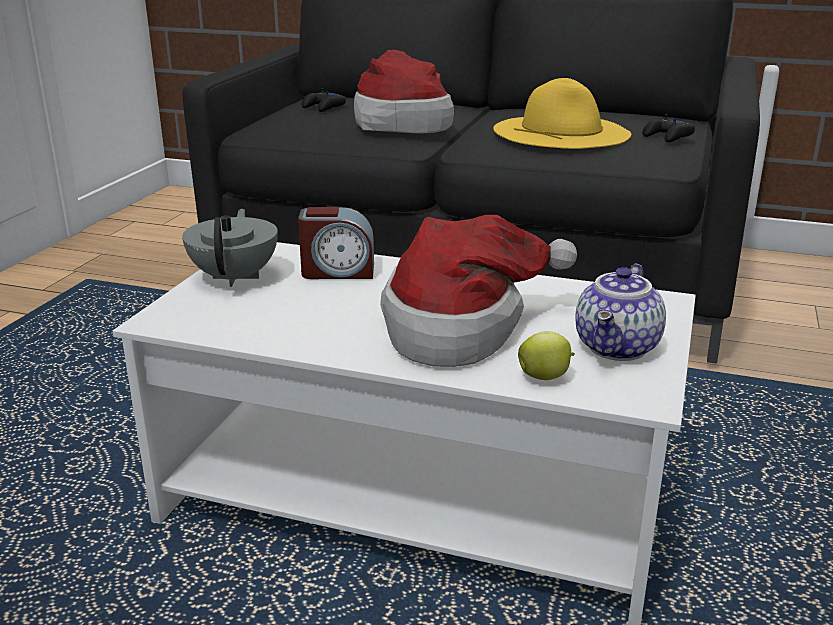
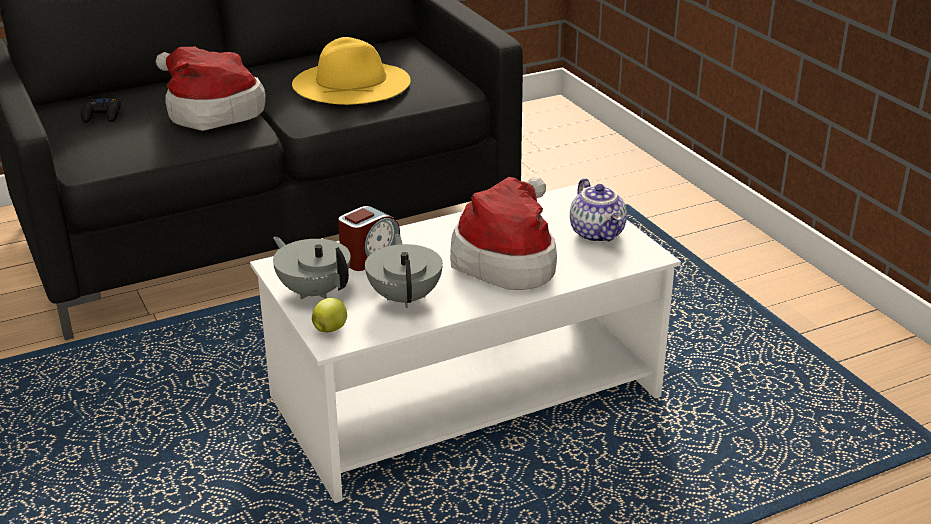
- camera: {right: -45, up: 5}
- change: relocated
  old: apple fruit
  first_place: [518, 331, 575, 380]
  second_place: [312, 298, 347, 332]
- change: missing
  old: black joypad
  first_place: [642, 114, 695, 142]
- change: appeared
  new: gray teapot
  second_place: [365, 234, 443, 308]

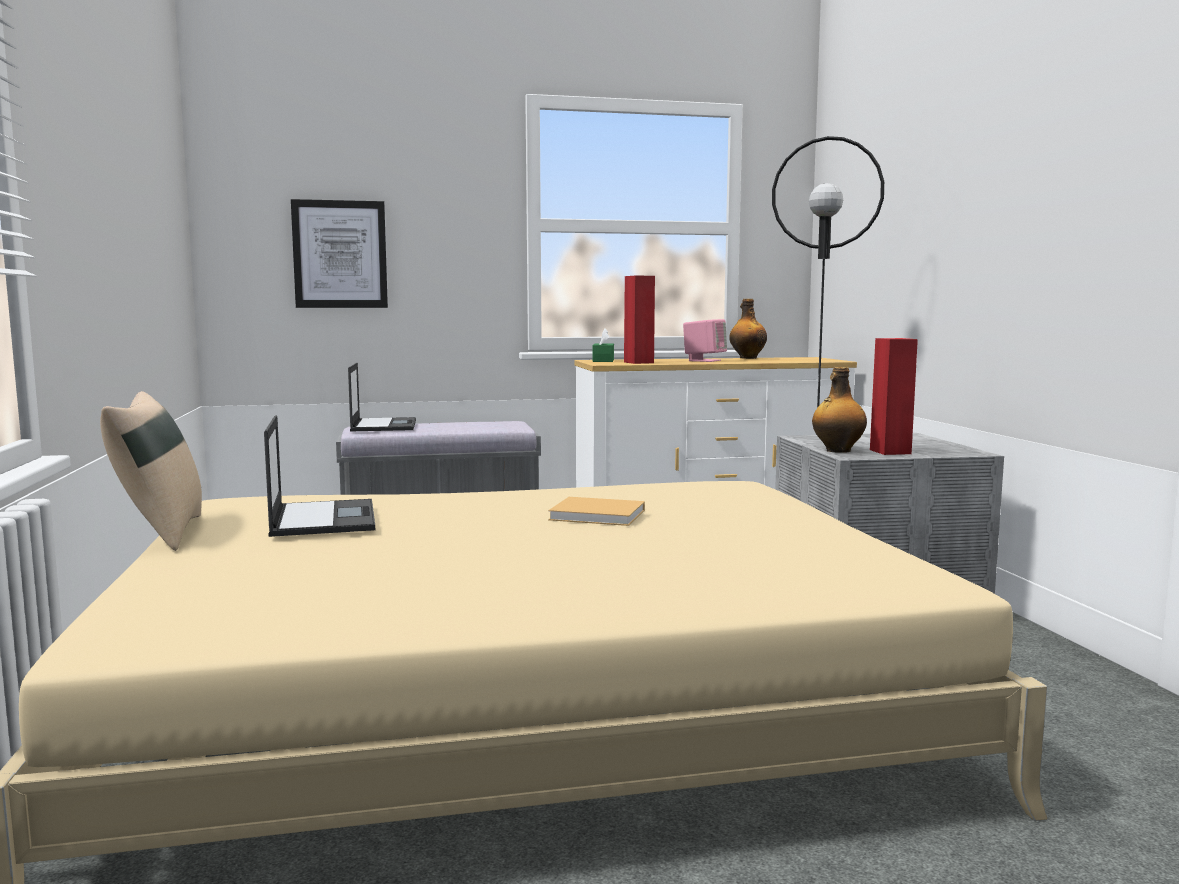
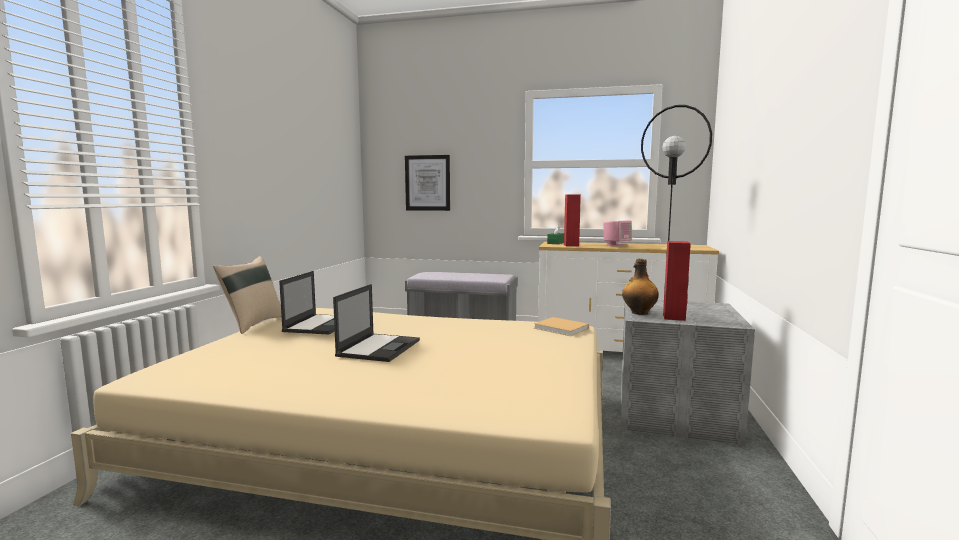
- camera: {right: 25, up: 0}
- change: relocated
  old: notebook computer
  first_place: [348, 363, 416, 431]
  second_place: [333, 284, 420, 362]
- change: relocated
  old: beige-coloured bound book
  first_place: [548, 497, 645, 526]
  second_place: [534, 317, 589, 336]
- change: missing
  old: drink bottle
  first_place: [729, 299, 767, 359]

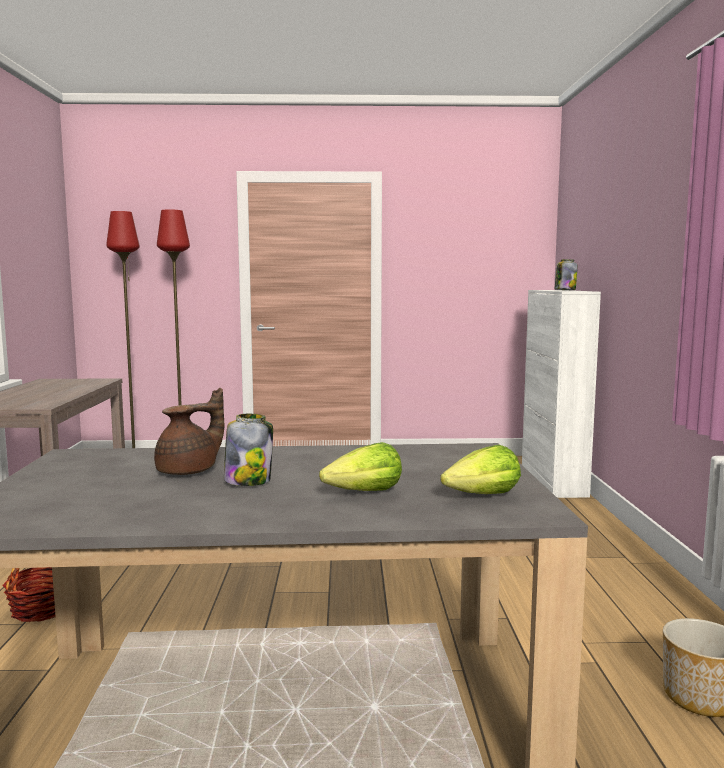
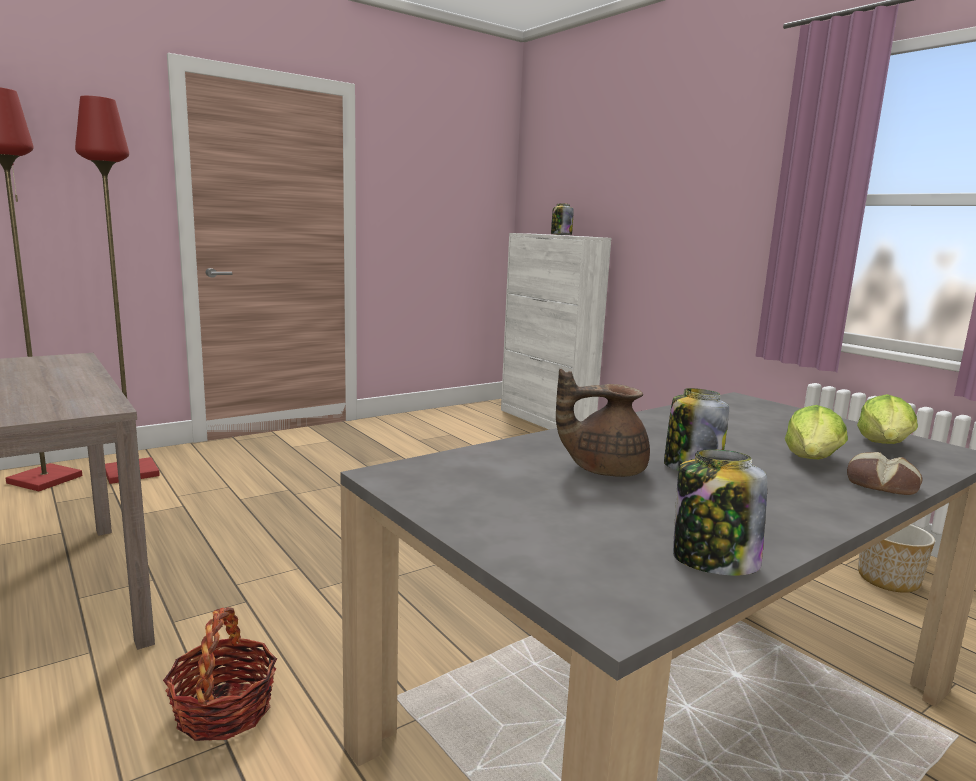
- camera: {right: -35, up: 5}
- change: spun
  old: brown-coloured teapot
  first_place: [154, 388, 224, 475]
  second_place: [556, 369, 650, 477]
  degrees: -105
- change: appeared
  new: storage jar
  second_place: [673, 449, 767, 575]
- change: appeared
  new: bakery bread
  second_place: [847, 452, 922, 495]

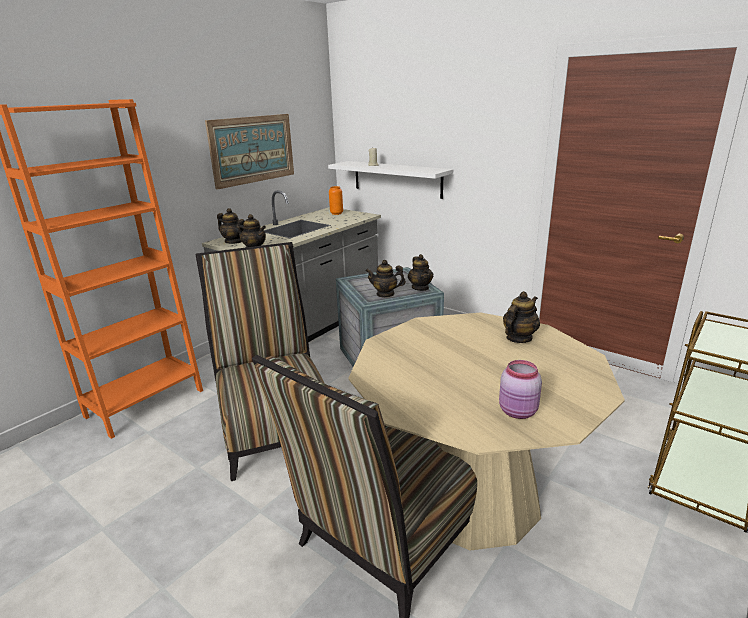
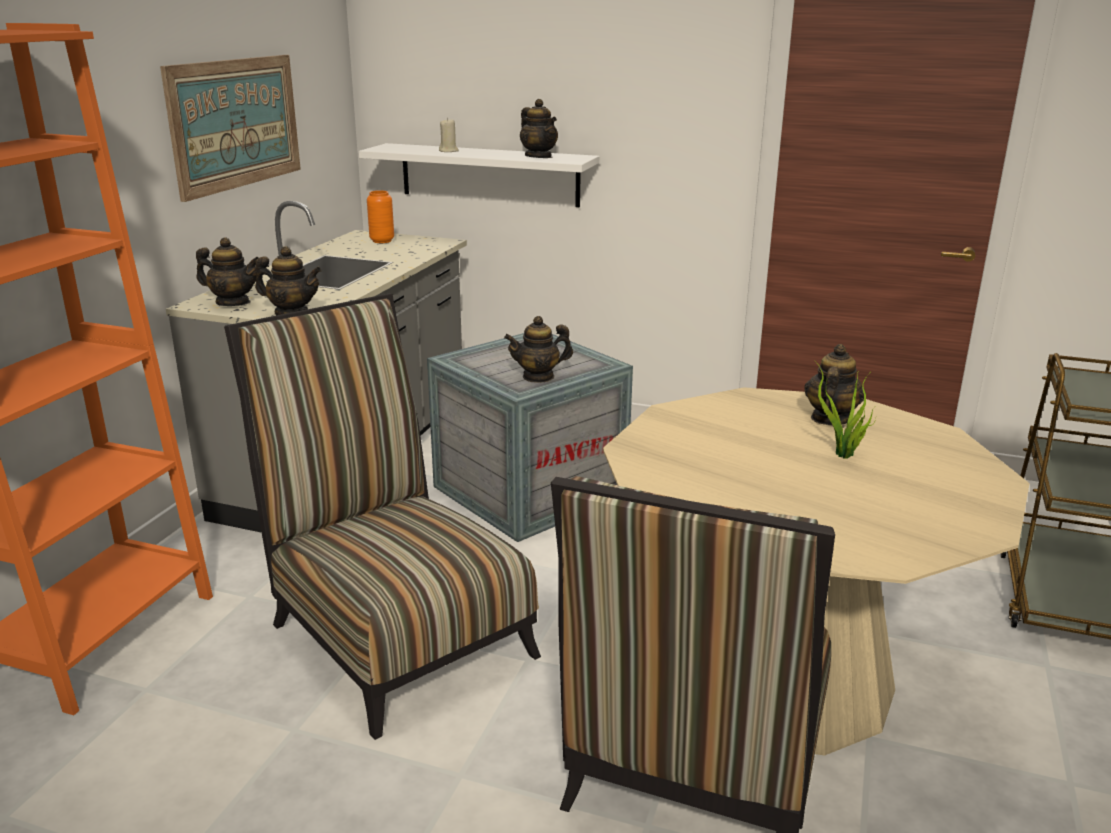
- camera: {right: -20, up: 0}
- change: relocated
  old: teapot
  first_place: [408, 254, 434, 291]
  second_place: [520, 99, 558, 158]
- change: missing
  old: pink storage jar
  first_place: [499, 360, 542, 419]
- change: appeared
  new: plant in a pot
  second_place: [814, 360, 876, 458]

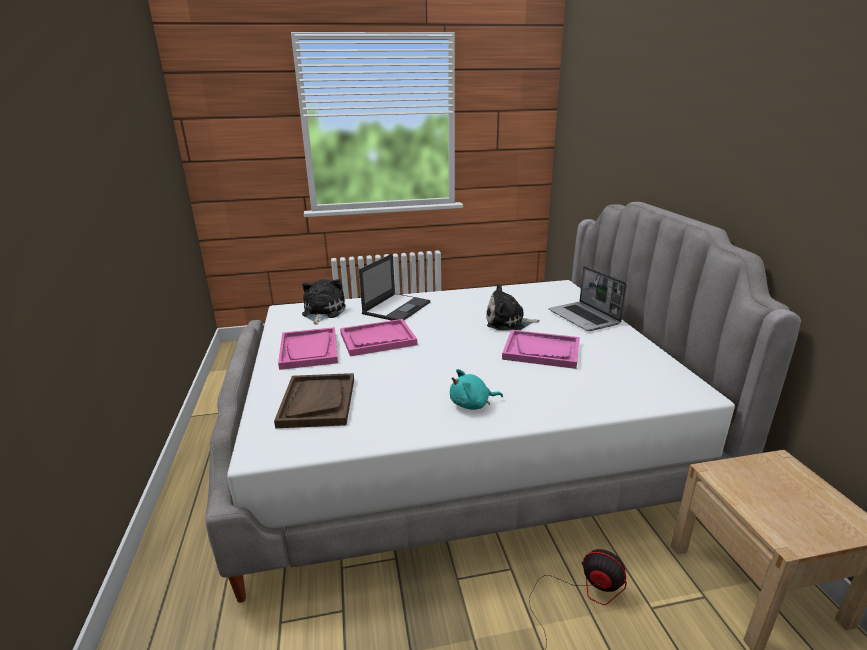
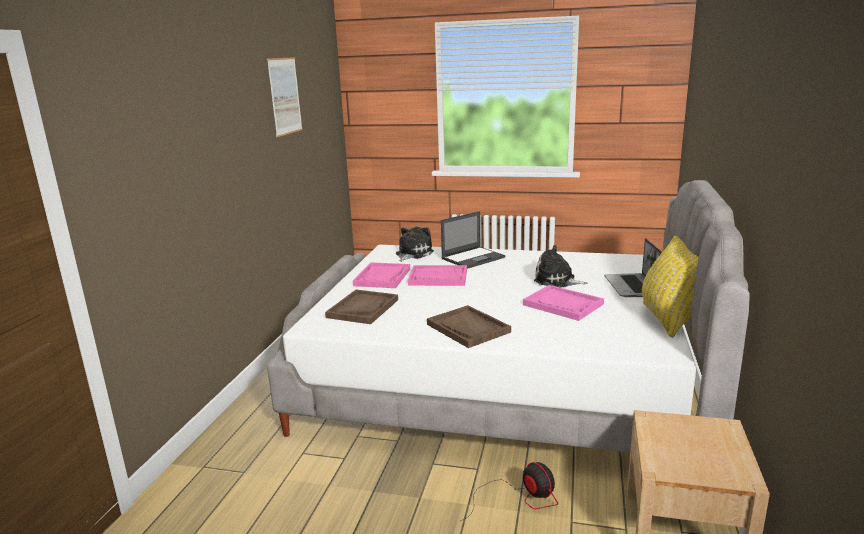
- camera: {right: 25, up: -5}
- change: exchanged
  old: turquoise cuddly toy
  new: brown-coloured carrying tray
  first_place: [450, 369, 503, 410]
  second_place: [427, 305, 511, 348]
- change: appeared
  new: wall art
  second_place: [267, 57, 303, 137]
- change: appeared
  new: yellow-coloured pillow
  second_place: [642, 235, 698, 338]

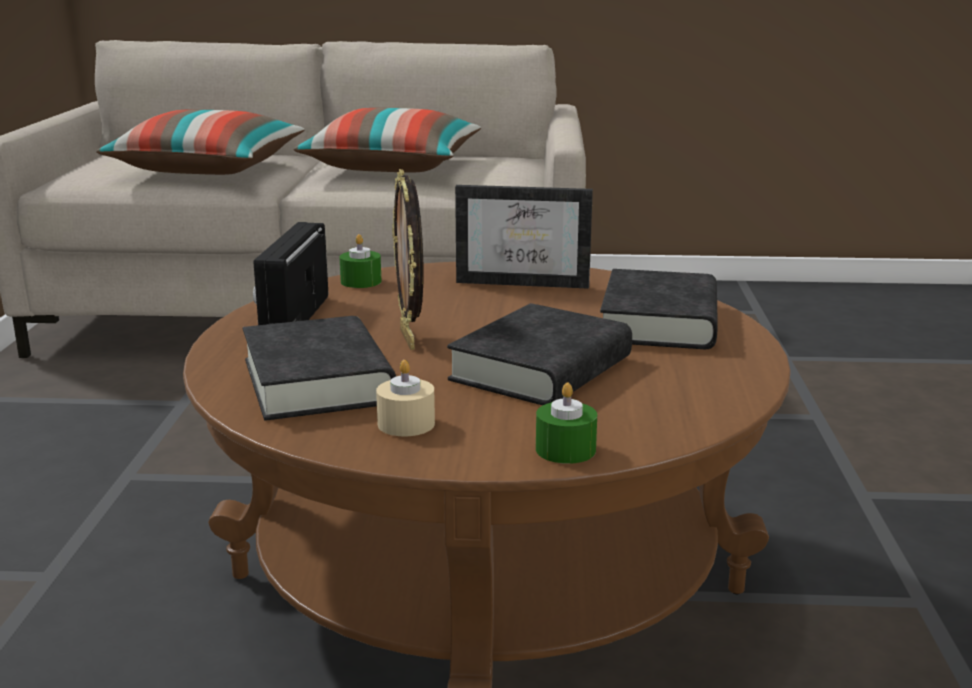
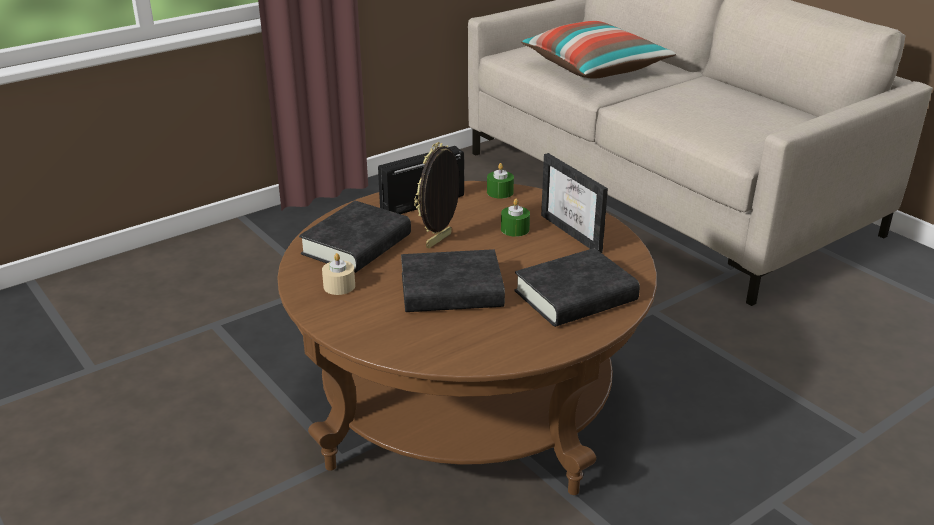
- camera: {right: 50, up: 10}
- change: missing
  old: pillow
  first_place: [294, 108, 481, 172]
- change: relocated
  old: greenish wax light
  first_place: [536, 383, 597, 464]
  second_place: [501, 199, 530, 237]

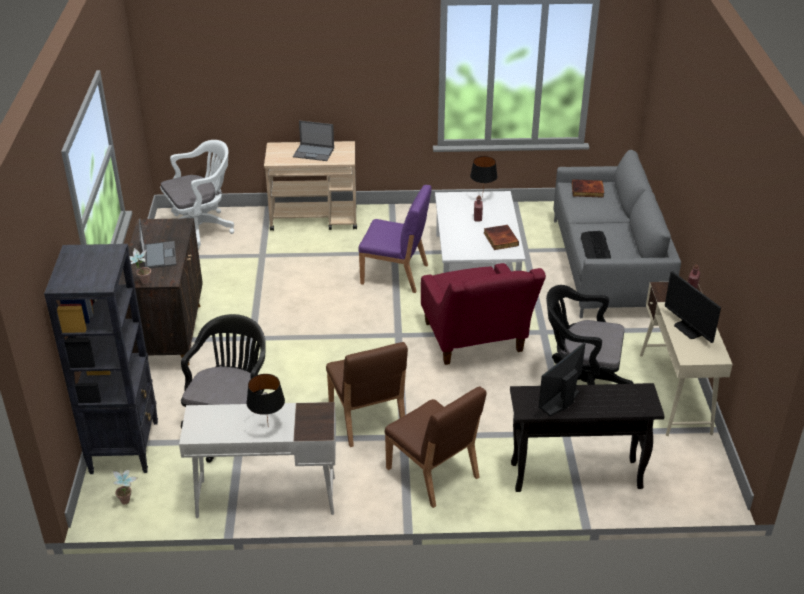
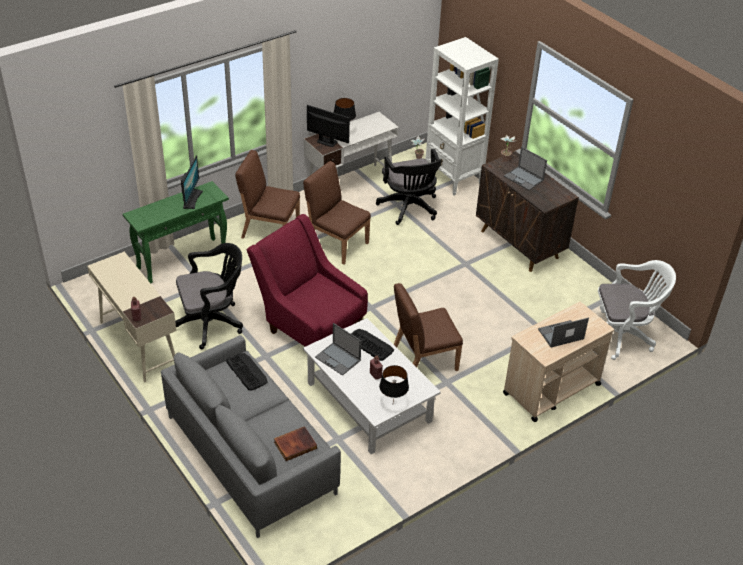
- camera: {right: 145, up: 5}
- change: colour
  old: black bookshelf
  new: whitish bookshelf
  first_place: [44, 244, 158, 474]
  second_place: [425, 37, 499, 195]
- change: spun
  old: whitish desk chair
  first_place: [160, 140, 234, 250]
  second_place: [598, 260, 676, 360]
  degrees: -120
- change: colour
  old: purple-coloured chair
  new: brown-coloured chair
  first_place: [358, 185, 432, 293]
  second_place: [394, 283, 463, 371]
- change: exchanged
  old: bound book
  new: notebook computer
  first_place: [484, 225, 519, 250]
  second_place: [315, 323, 361, 376]
- change: colour
  old: black hall table
  new: greenish hall table
  first_place: [510, 383, 665, 492]
  second_place: [123, 181, 229, 283]
- change: relocated
  old: monitor
  first_place: [665, 271, 721, 343]
  second_place: [307, 105, 350, 147]
- change: appeared
  new: computer keyboard
  second_place: [351, 329, 394, 361]

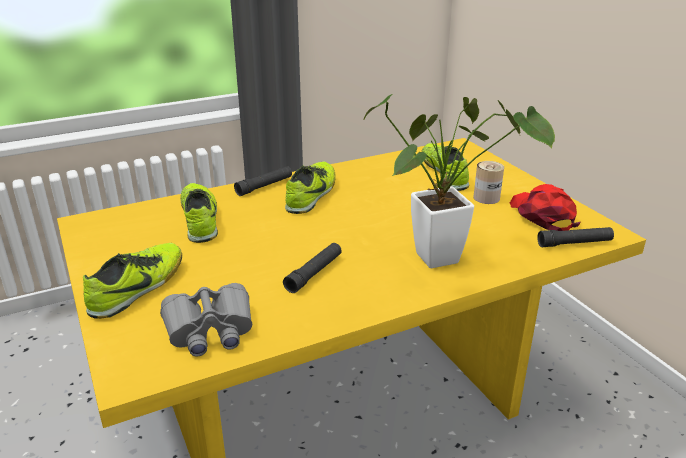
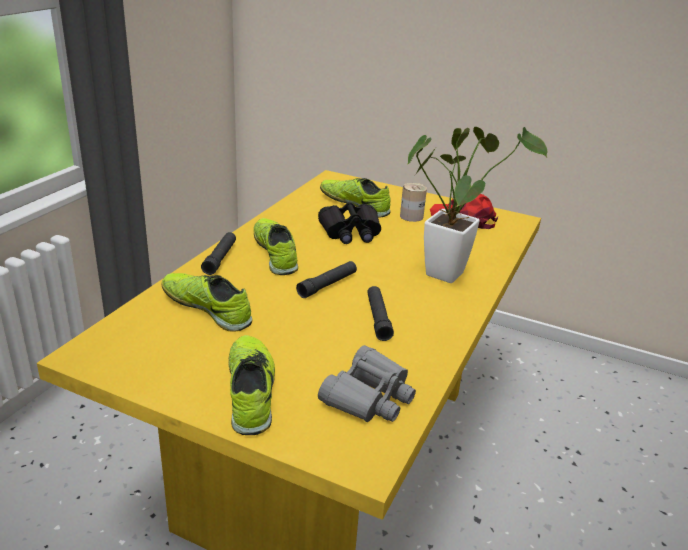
- camera: {right: -40, up: 0}
- change: relocated
  old: black flashlight
  first_place: [537, 227, 614, 247]
  second_place: [296, 261, 357, 298]
- change: appeared
  new: black pair of binoculars
  second_place: [318, 202, 381, 244]

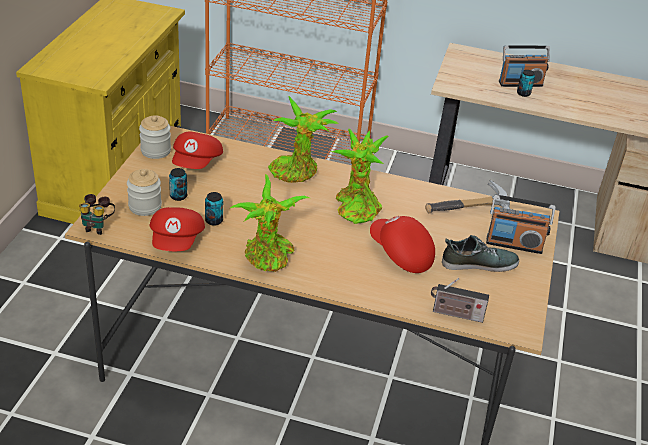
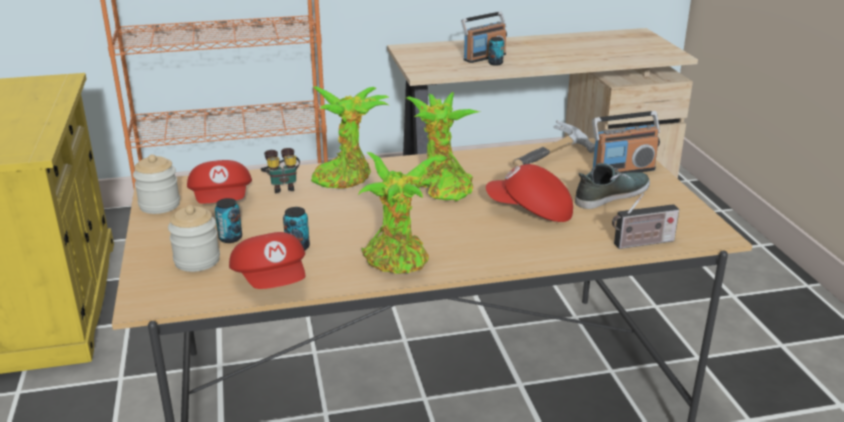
- camera: {right: -25, up: -10}
- change: relocated
  old: pair of binoculars
  first_place: [79, 194, 115, 235]
  second_place: [261, 148, 300, 194]

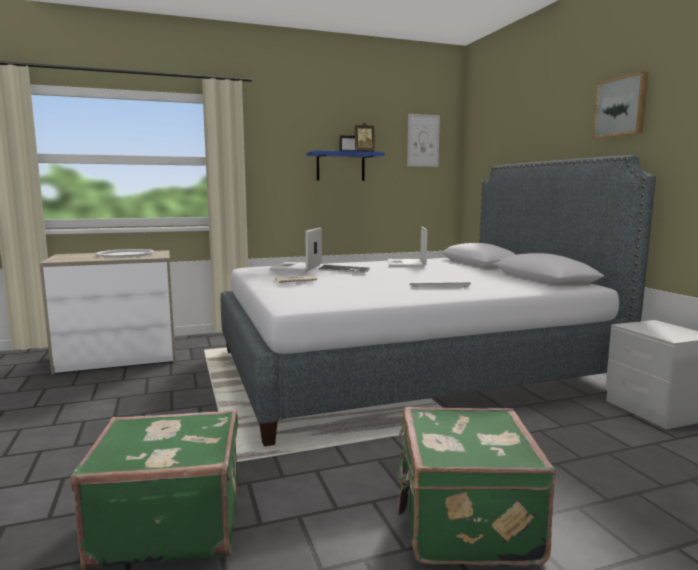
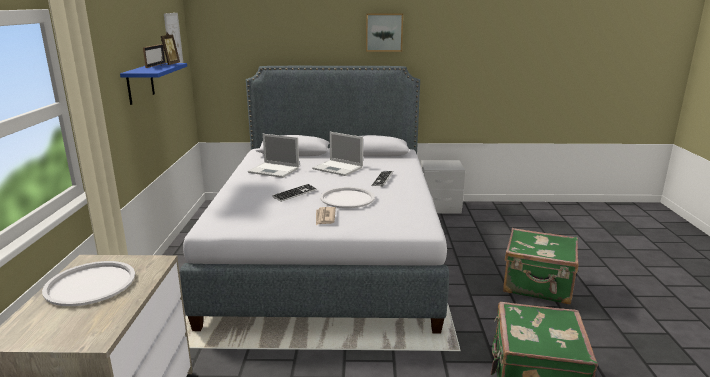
- camera: {right: -70, up: 10}
- change: relocated
  old: notebook computer
  first_place: [270, 227, 322, 272]
  second_place: [312, 132, 363, 176]
- change: appeared
  new: whitish carrying tray
  second_place: [320, 187, 375, 208]

